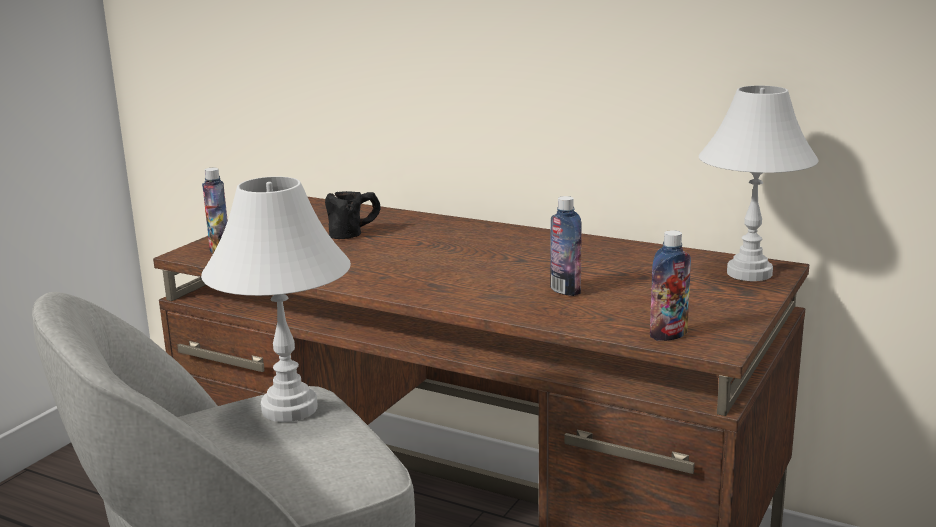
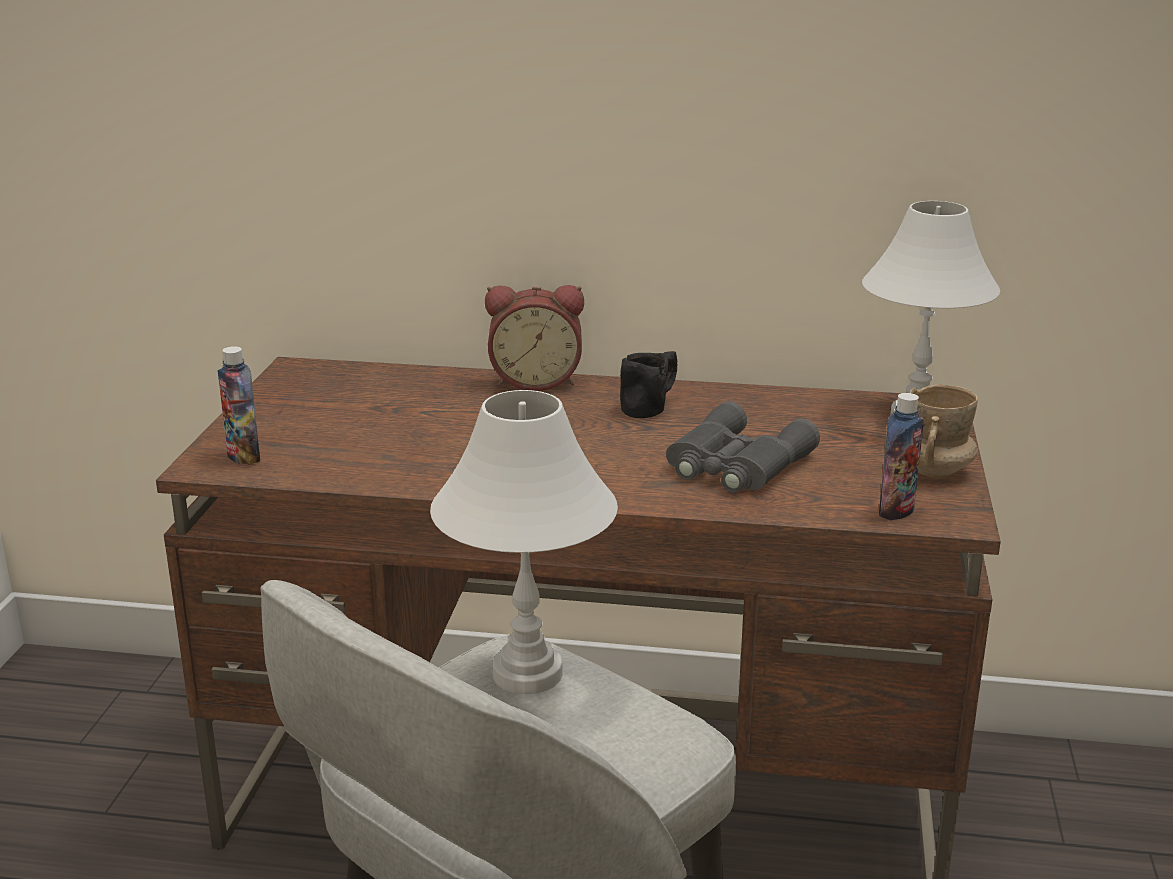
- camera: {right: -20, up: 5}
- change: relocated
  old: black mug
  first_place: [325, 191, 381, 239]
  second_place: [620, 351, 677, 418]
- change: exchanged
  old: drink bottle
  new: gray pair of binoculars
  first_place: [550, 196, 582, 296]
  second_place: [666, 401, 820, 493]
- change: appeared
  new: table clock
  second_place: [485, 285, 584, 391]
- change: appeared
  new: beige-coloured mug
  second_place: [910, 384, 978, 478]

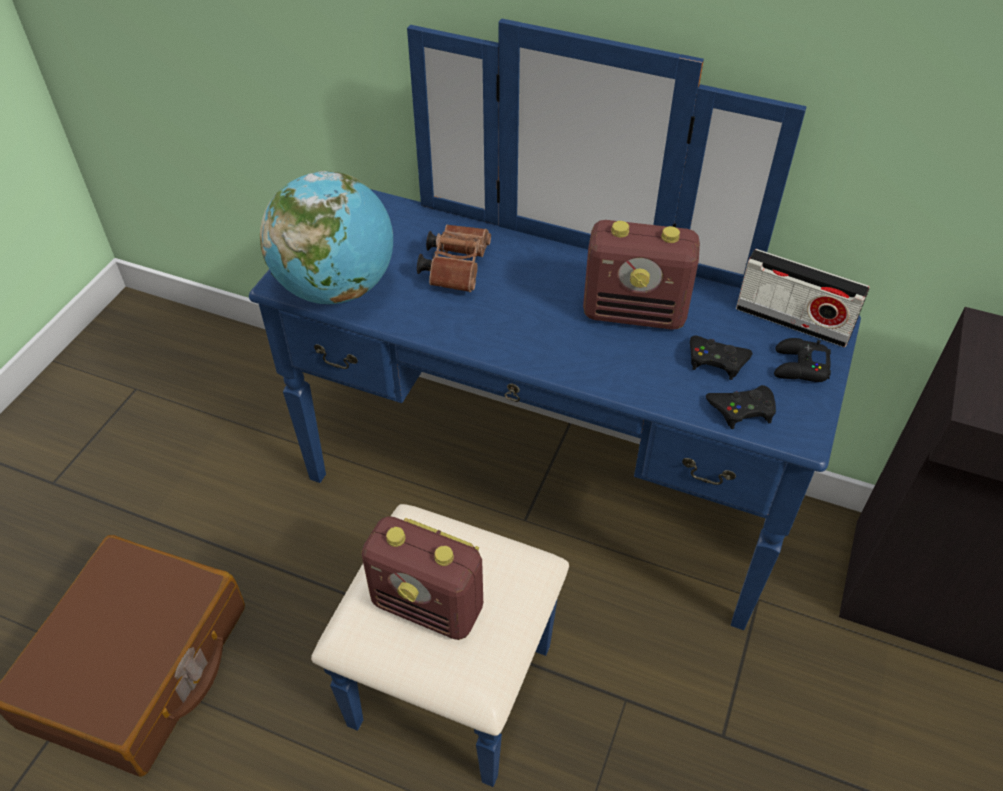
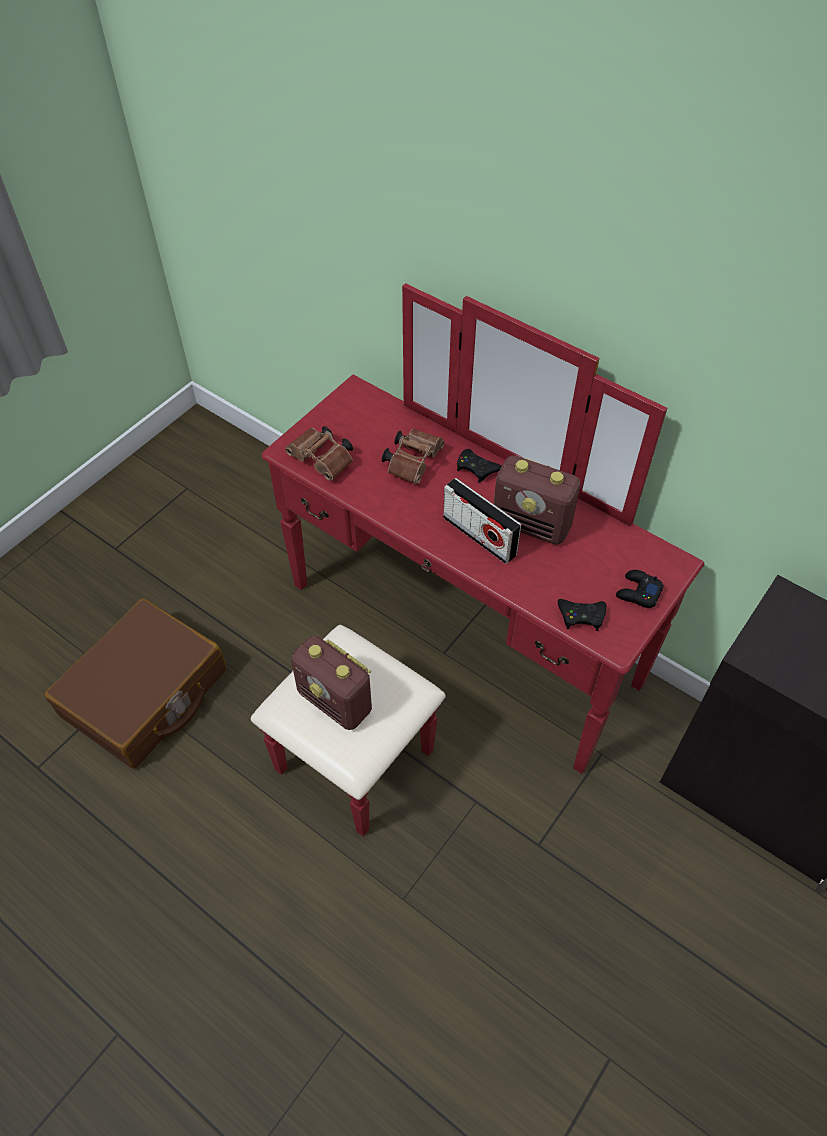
- camera: {right: 15, up: 5}
- change: colour
  old: bluish chest of drawers
  new: red chest of drawers
  first_place: [249, 19, 861, 787]
  second_place: [251, 283, 704, 837]
- change: exchanged
  old: desk globe
  new: brown-coloured pair of binoculars
  first_place: [260, 171, 393, 304]
  second_place: [285, 426, 353, 481]
- change: relocated
  old: black joypad
  first_place: [690, 336, 752, 380]
  second_place: [457, 449, 502, 483]
- change: relocated
  old: radio receiver
  first_place: [736, 249, 870, 347]
  second_place: [443, 478, 521, 564]

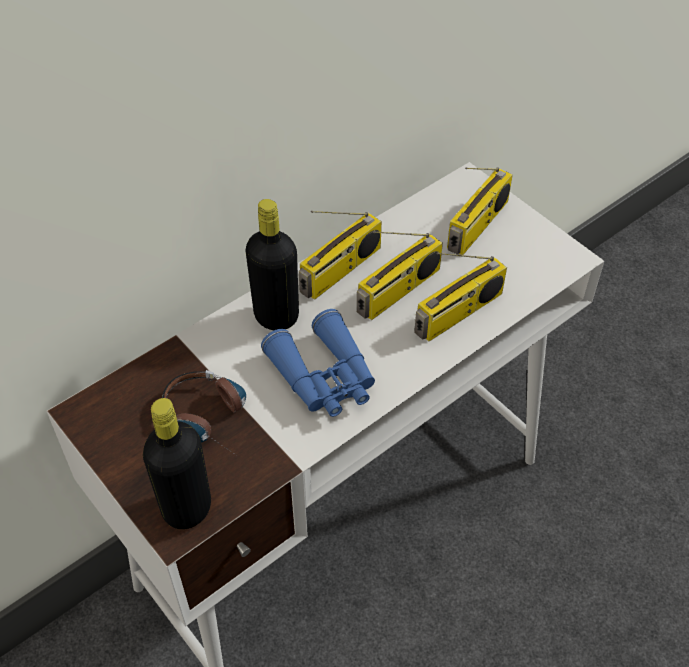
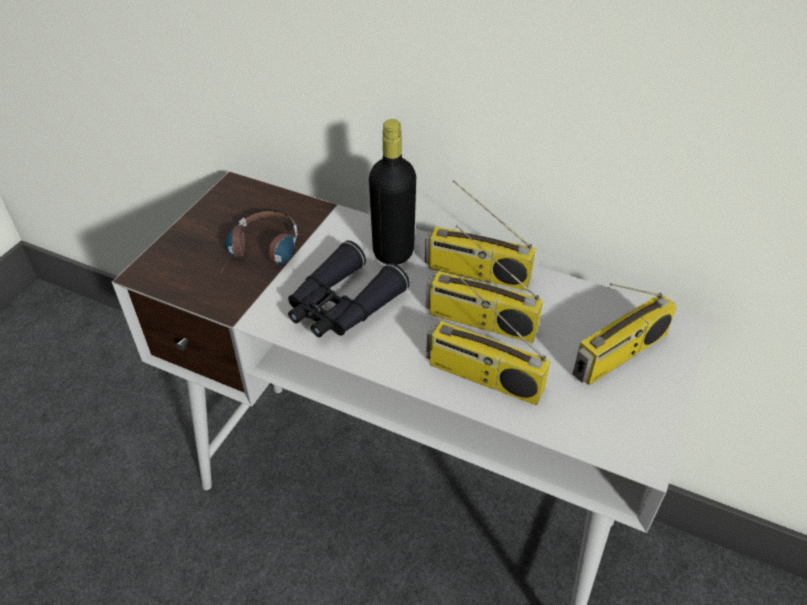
- camera: {right: 65, up: -5}
- change: missing
  old: black drink bottle
  first_place: [143, 398, 211, 529]
- change: colour
  old: bluish pair of binoculars
  new: black pair of binoculars
  first_place: [261, 309, 375, 417]
  second_place: [288, 241, 410, 337]
- change: spun
  old: radio receiver
  first_place: [447, 167, 513, 255]
  second_place: [573, 283, 677, 385]
  degrees: -45

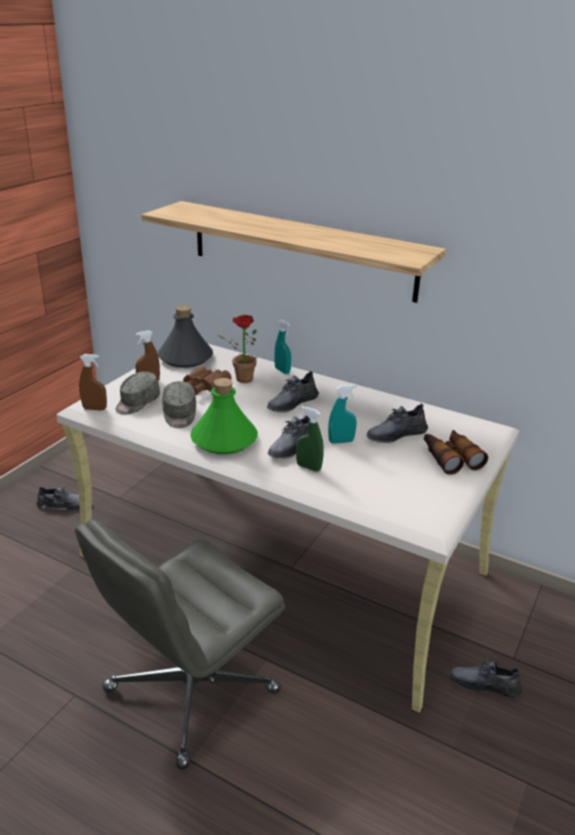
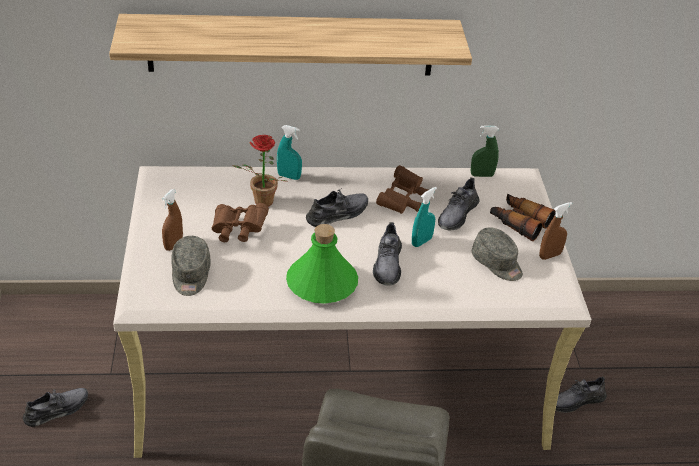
- camera: {right: -35, up: 10}
- change: relocated
  old: brown-coloured spray bottle
  first_place: [79, 354, 107, 410]
  second_place: [539, 202, 572, 260]
- change: missing
  old: gray drink bottle
  first_place: [158, 305, 213, 368]
- change: relocated
  old: gray cap
  first_place: [162, 381, 196, 428]
  second_place: [472, 228, 523, 281]
- change: spun
  old: gray low shoe
  first_place: [267, 371, 319, 412]
  second_place: [306, 189, 368, 227]
  degrees: -135
- change: relocated
  old: greenish spray bottle
  first_place: [296, 406, 324, 472]
  second_place: [471, 125, 499, 177]
- change: appeared
  new: brown-coloured pair of binoculars
  second_place: [376, 165, 429, 214]

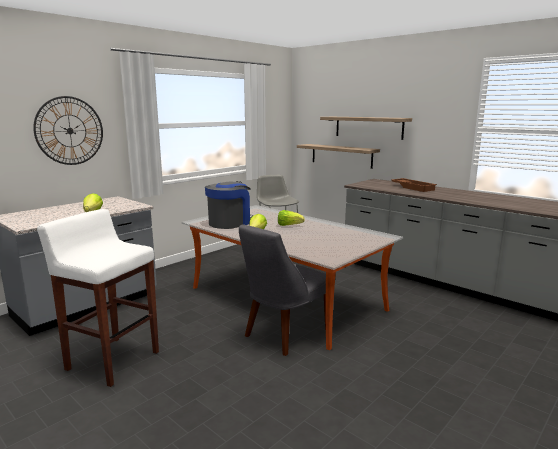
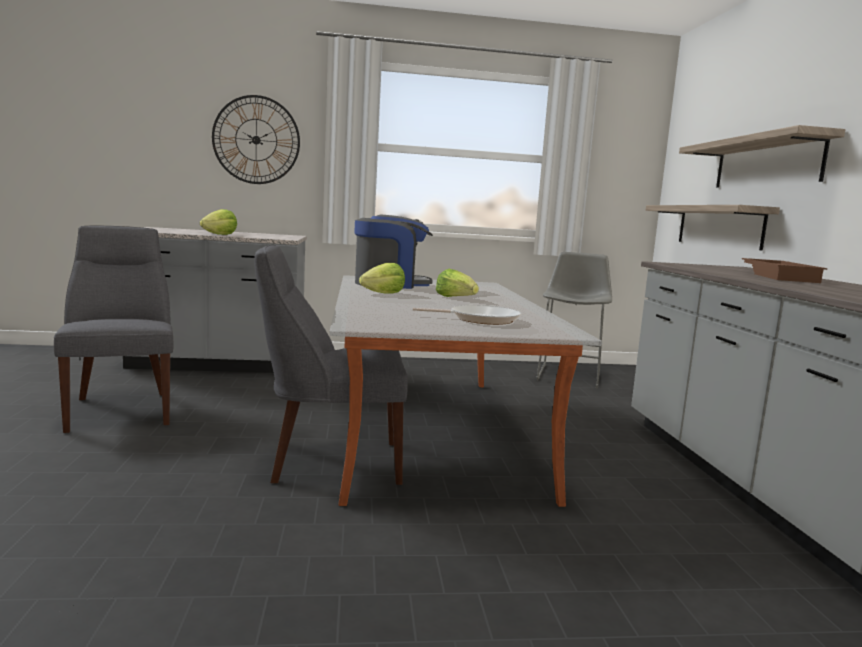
- camera: {right: 40, up: -5}
- change: exchanged
  old: whitish stool
  new: gray chair
  first_place: [37, 209, 159, 387]
  second_place: [54, 225, 173, 433]
- change: appeared
  new: pan
  second_place: [413, 305, 521, 325]

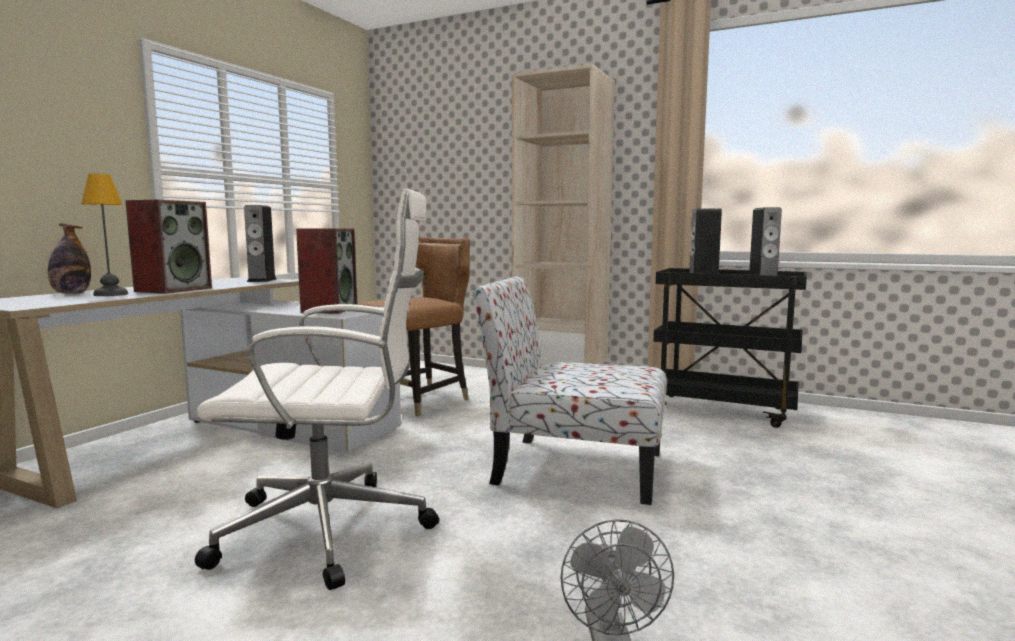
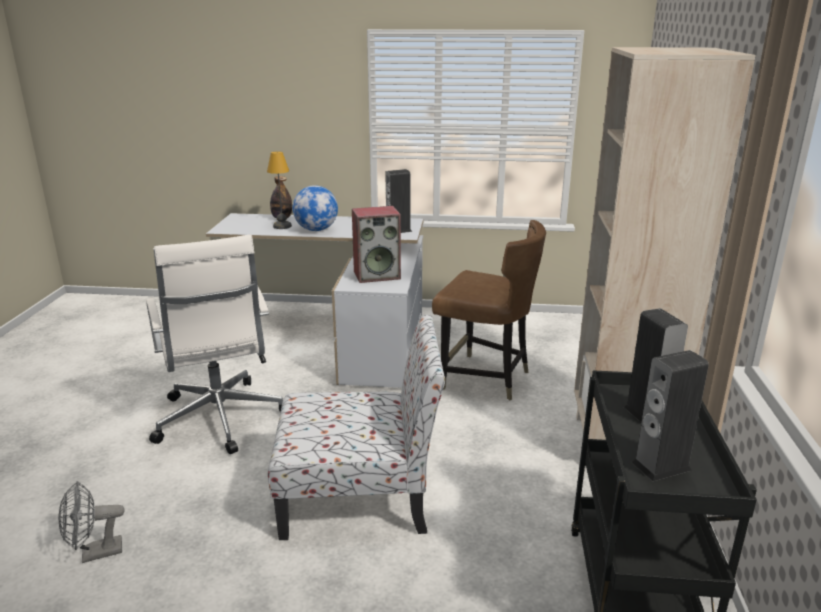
- camera: {right: 70, up: 15}
- change: exchanged
  old: audio speaker
  new: desk globe
  first_place: [125, 200, 212, 294]
  second_place: [293, 185, 338, 231]
- change: spun
  old: chair
  first_place: [473, 276, 667, 505]
  second_place: [268, 315, 445, 540]
  degrees: 90

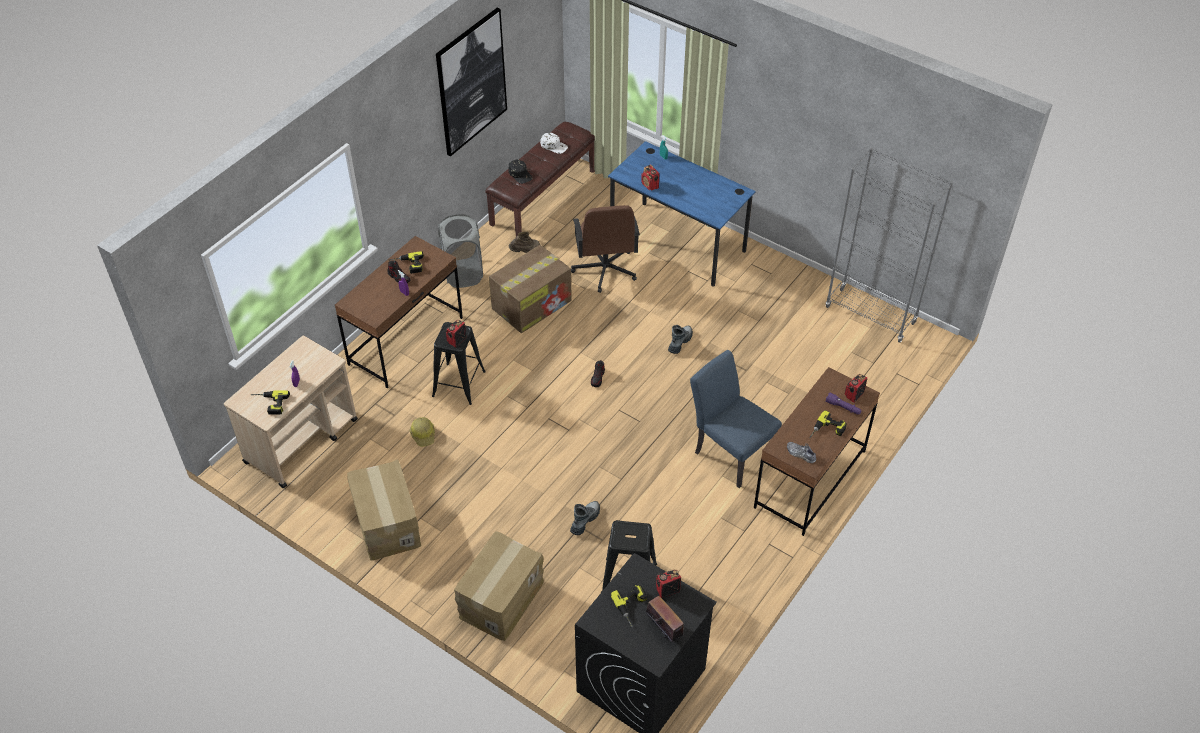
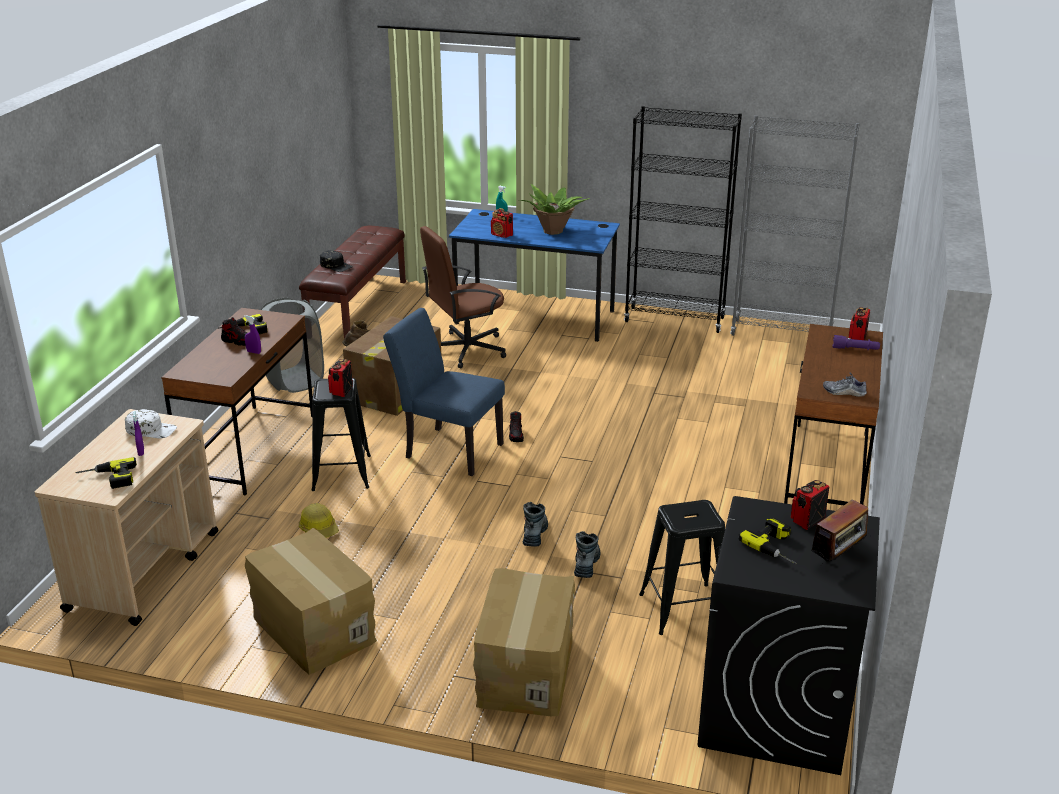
- camera: {right: -20, up: -20}
- change: missing
  old: wall art
  first_place: [436, 8, 507, 157]
- change: relocated
  old: whitish cap
  first_place: [540, 133, 568, 154]
  second_place: [125, 409, 177, 438]
- change: spun
  old: brown-coloured desk chair
  first_place: [571, 205, 640, 293]
  second_place: [420, 226, 506, 368]
  degrees: 90
- change: spun
  old: radio receiver
  first_place: [646, 596, 684, 643]
  second_place: [809, 499, 871, 564]
  degrees: 105
- change: relocated
  old: boot
  first_place: [668, 325, 693, 354]
  second_place: [522, 502, 548, 547]
- change: relocated
  old: bluish chair
  first_place: [690, 350, 782, 488]
  second_place: [383, 308, 505, 476]
- change: missing
  old: power drill
  first_place: [809, 410, 847, 438]
- change: appeared
  new: plant in a pot
  second_place: [519, 184, 590, 235]
- change: appeared
  new: black bookshelf
  second_place: [624, 106, 742, 333]

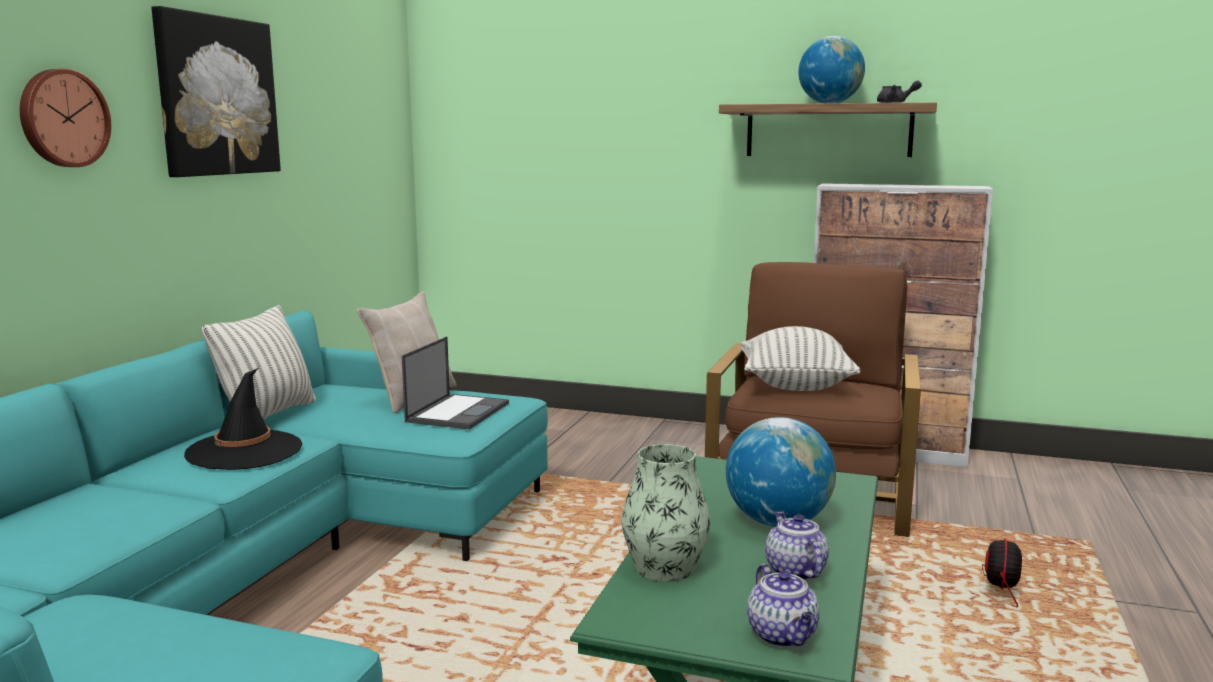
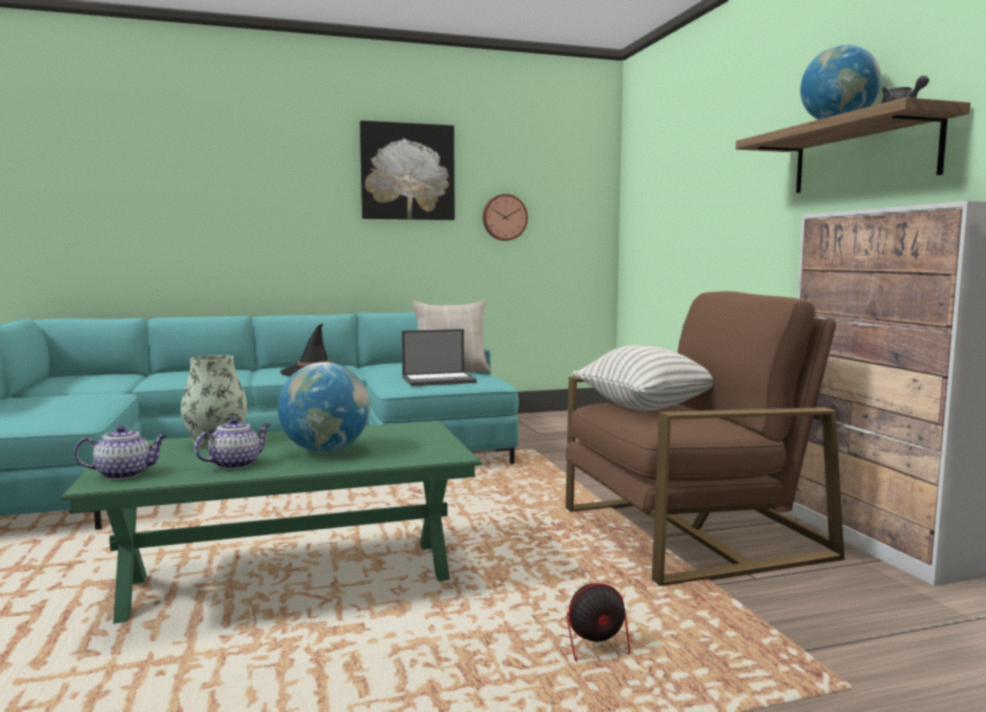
- camera: {right: 55, up: -5}
- change: relocated
  old: wall clock
  first_place: [20, 69, 111, 167]
  second_place: [483, 194, 528, 241]
- change: missing
  old: pillow
  first_place: [202, 305, 316, 420]
- change: spun
  old: teapot
  first_place: [747, 564, 820, 647]
  second_place: [74, 425, 168, 480]
  degrees: -150

